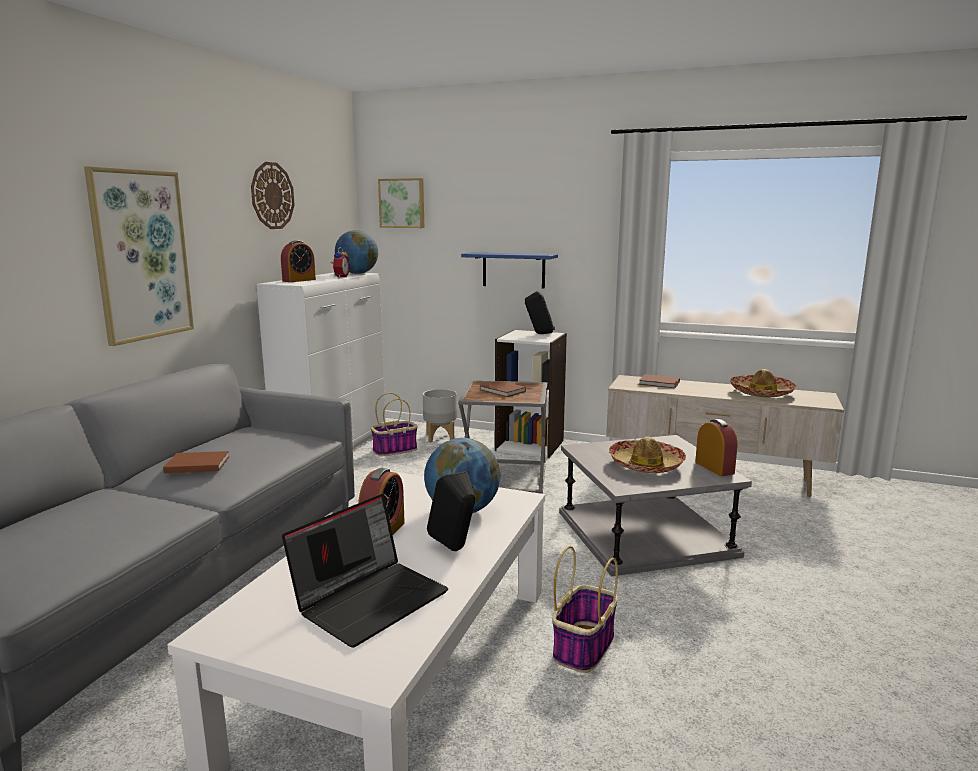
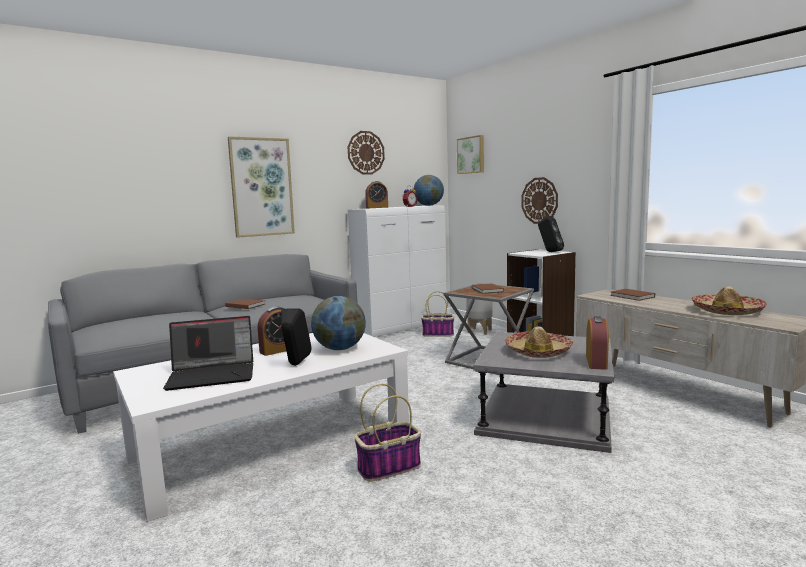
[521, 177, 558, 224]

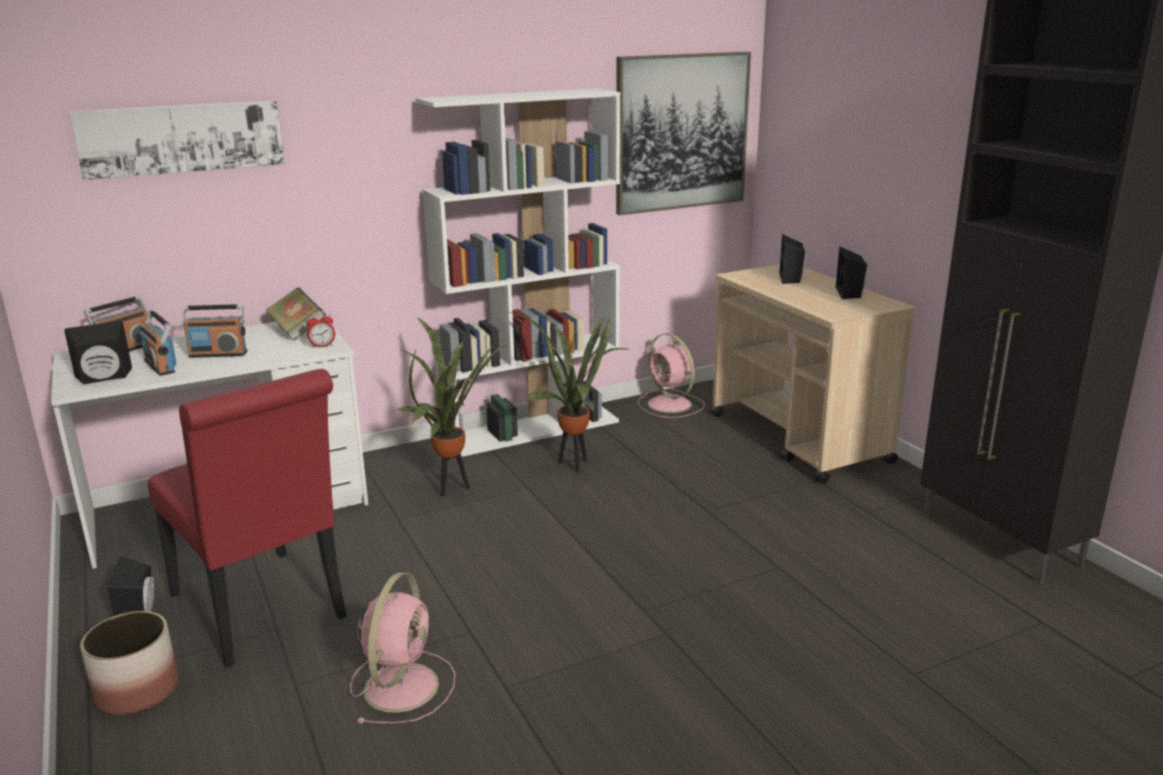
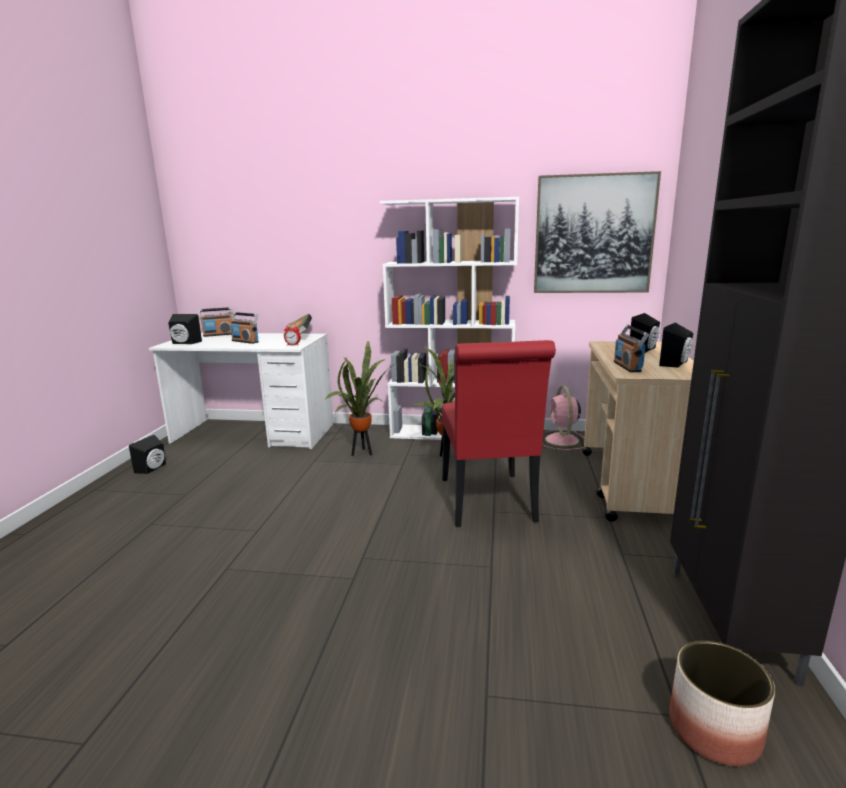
[69, 101, 285, 180] (first image)
[669, 641, 775, 766]
[614, 325, 649, 372]
[442, 340, 556, 527]
[350, 572, 456, 724] (first image)

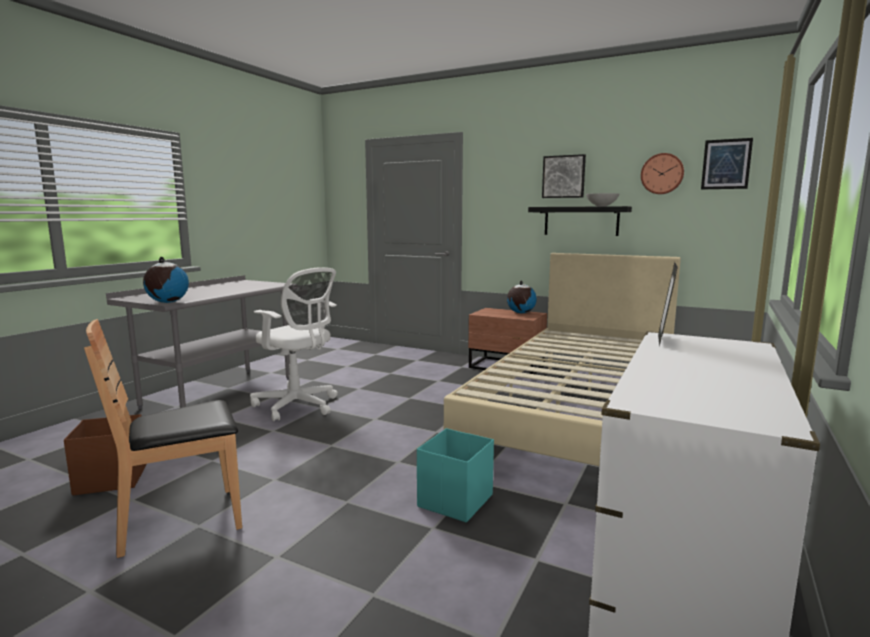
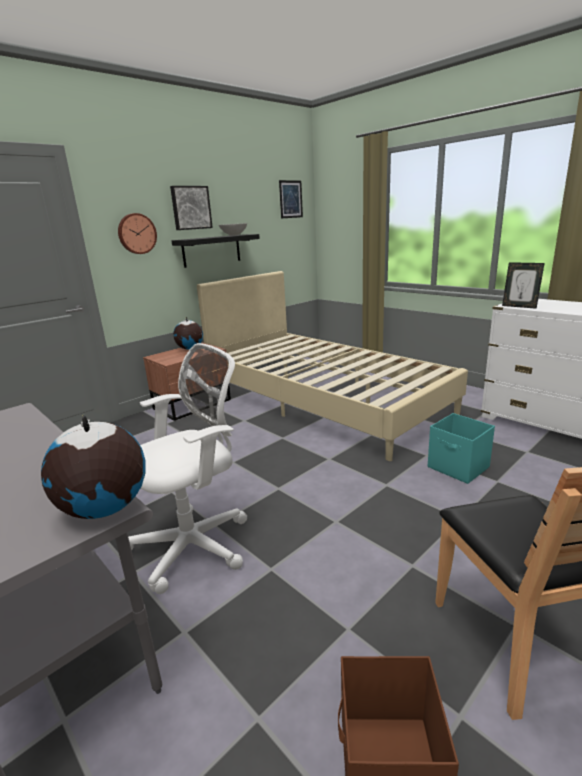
[118, 213, 157, 254]

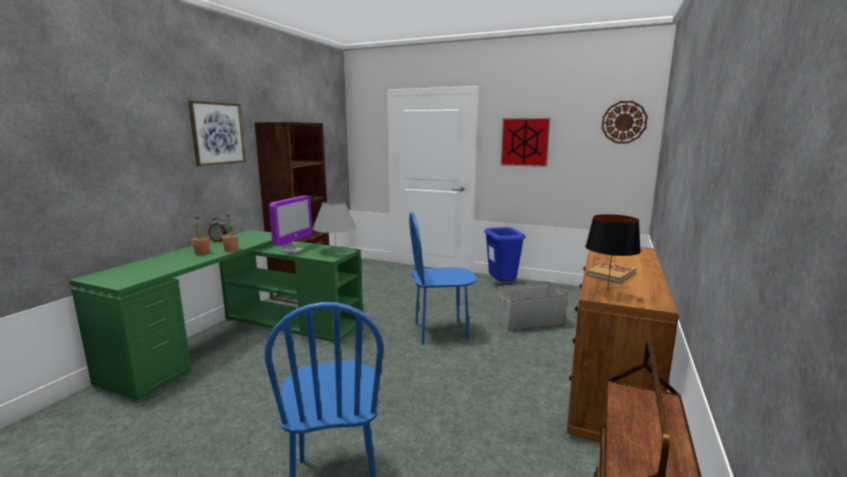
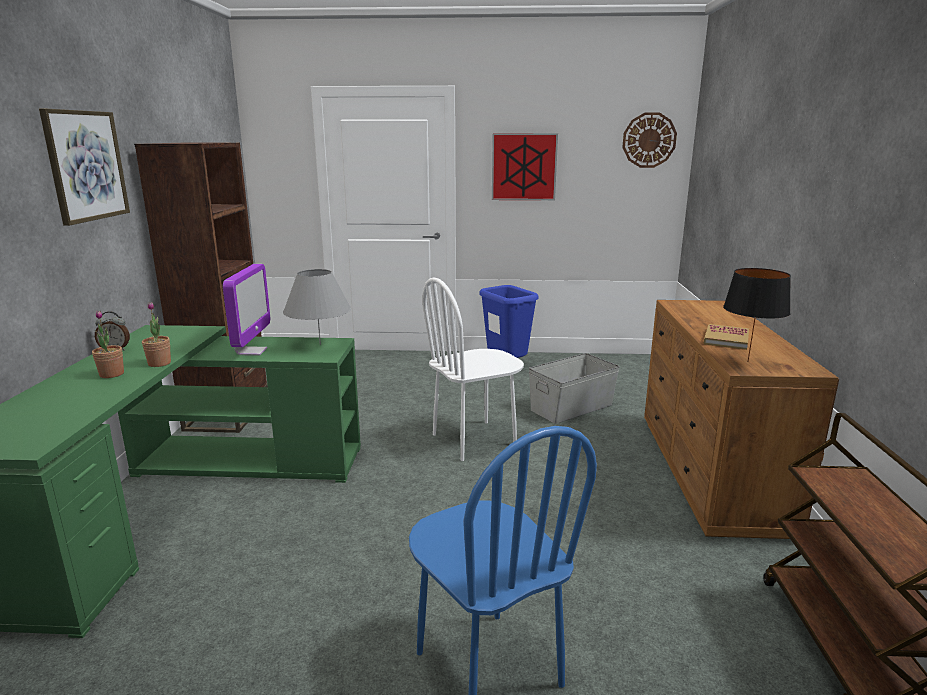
[422, 277, 524, 461]

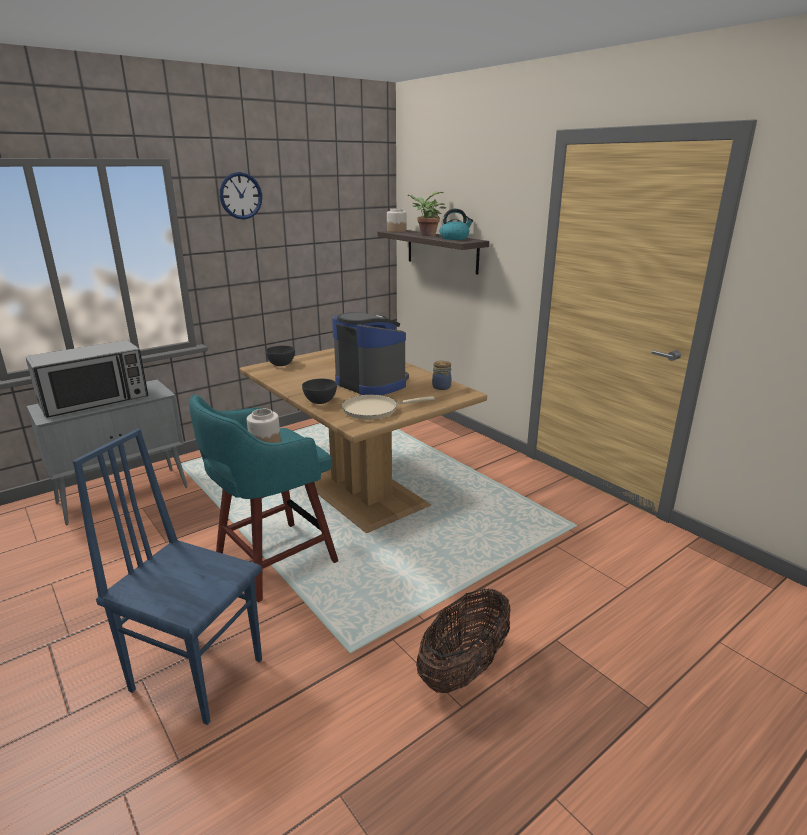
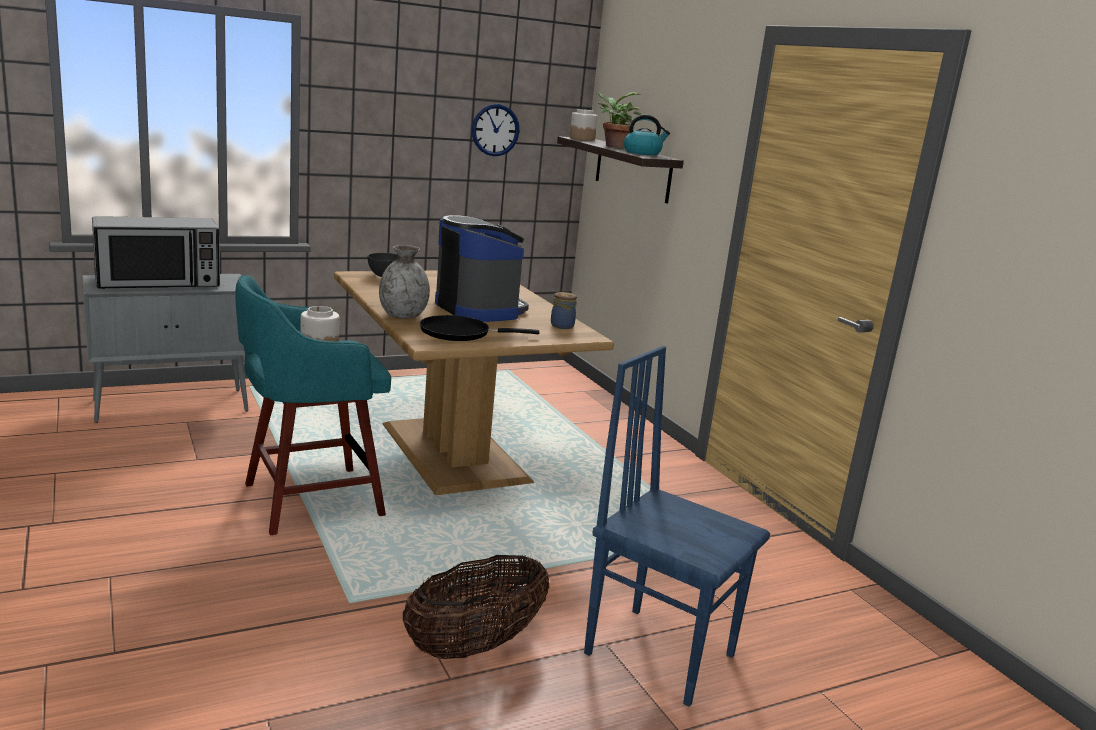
[584, 346, 770, 707]
[472, 104, 519, 156]
[379, 245, 430, 319]
[420, 315, 540, 341]

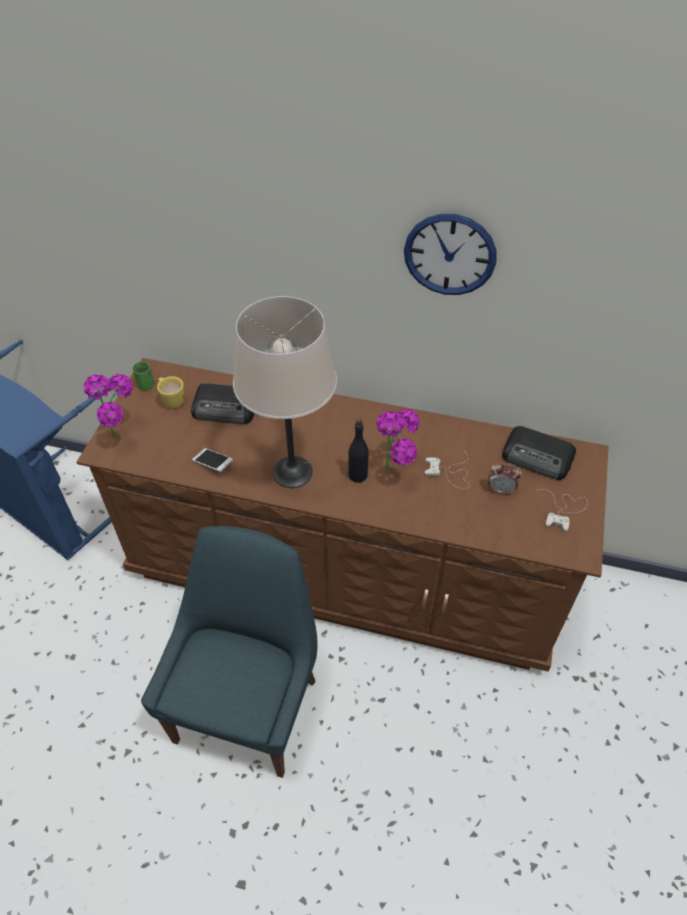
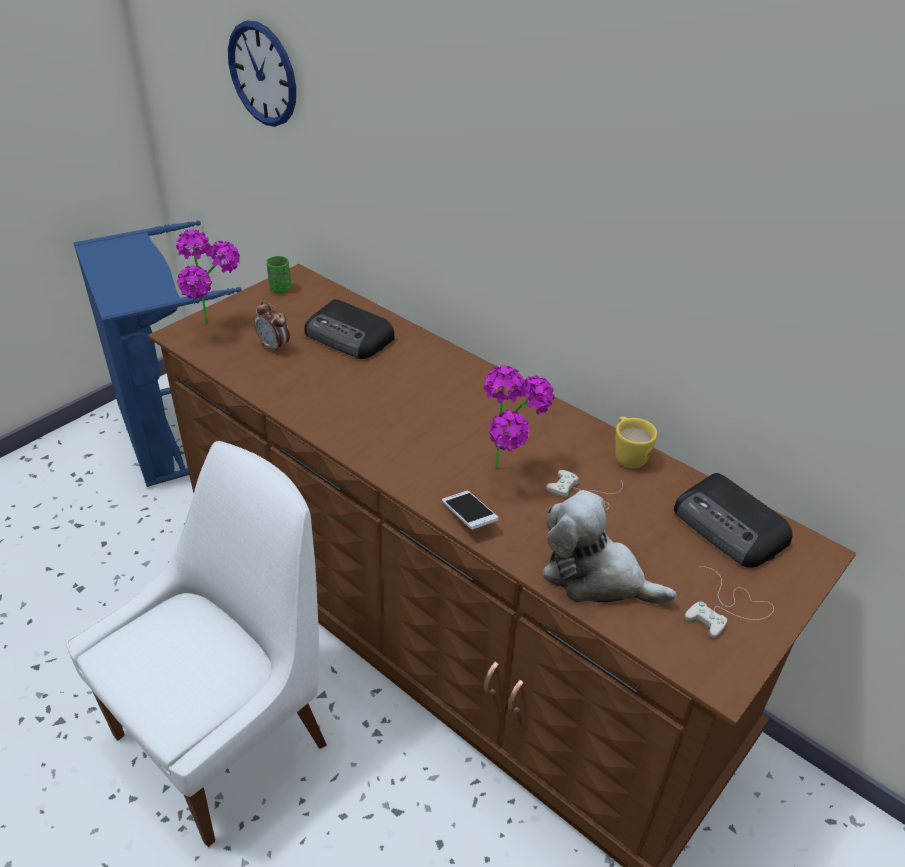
[66, 441, 327, 847]
[615, 417, 657, 468]
[442, 491, 499, 530]
[233, 296, 337, 488] (first image)
[348, 418, 369, 483] (first image)
[228, 21, 296, 127]
[255, 301, 290, 354]
[542, 490, 677, 605]

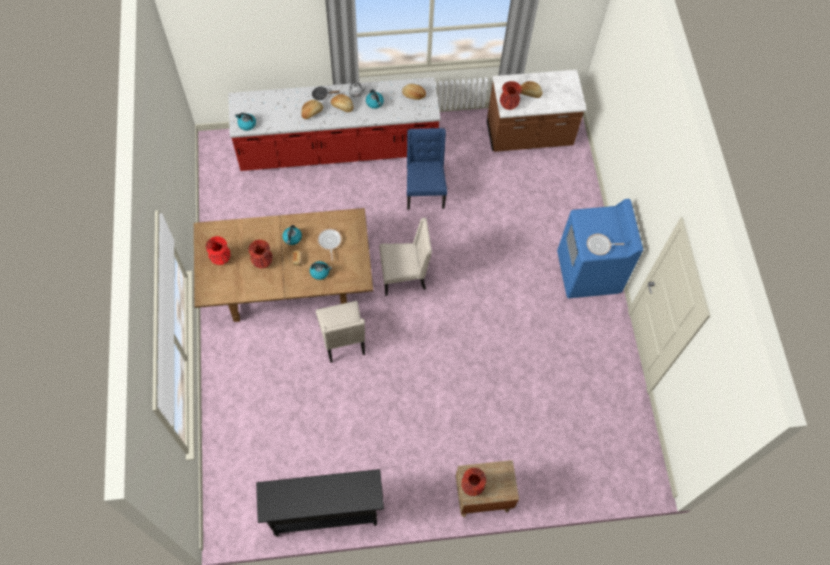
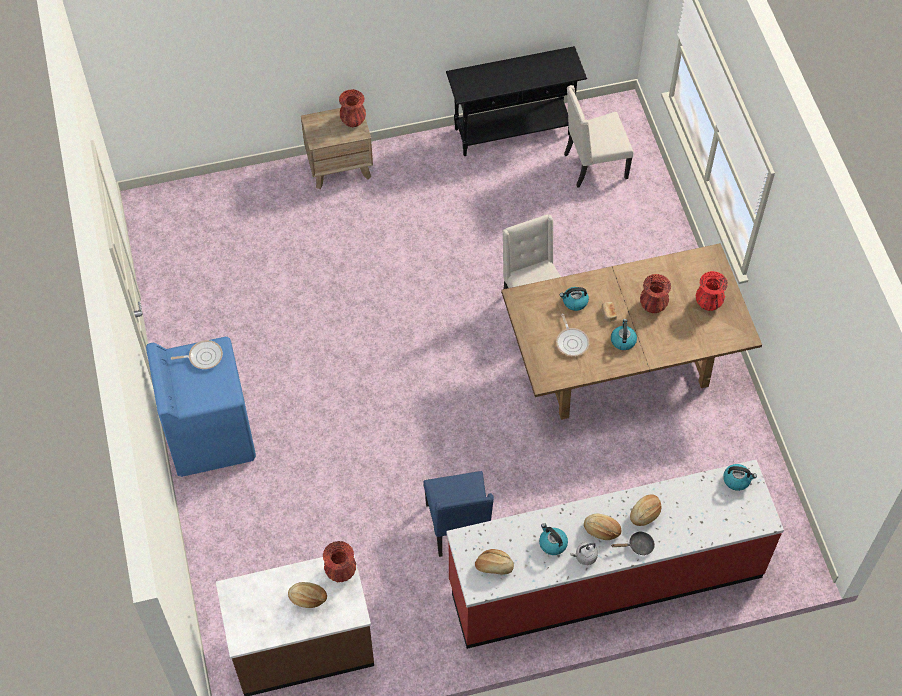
[564, 85, 634, 188]

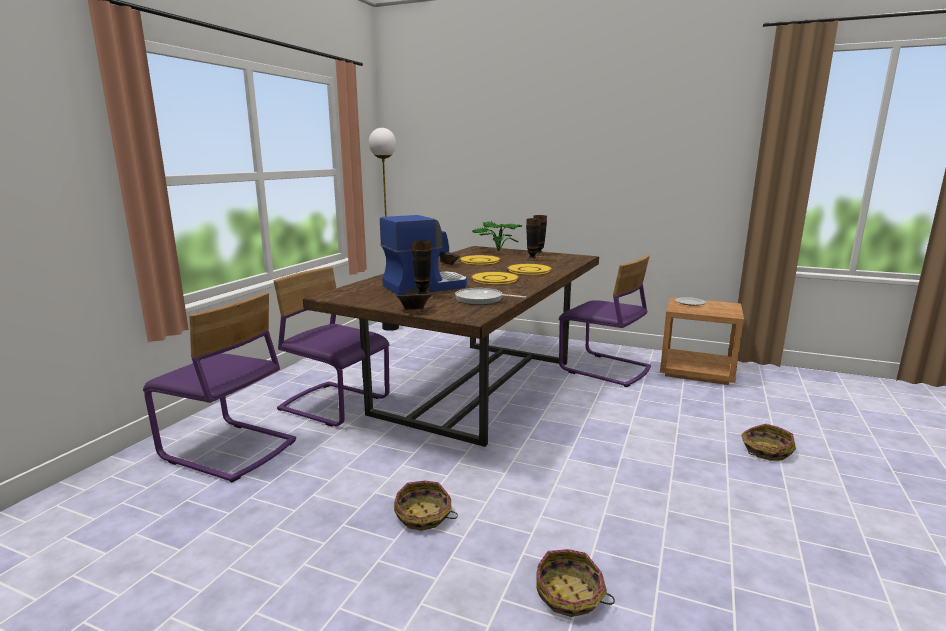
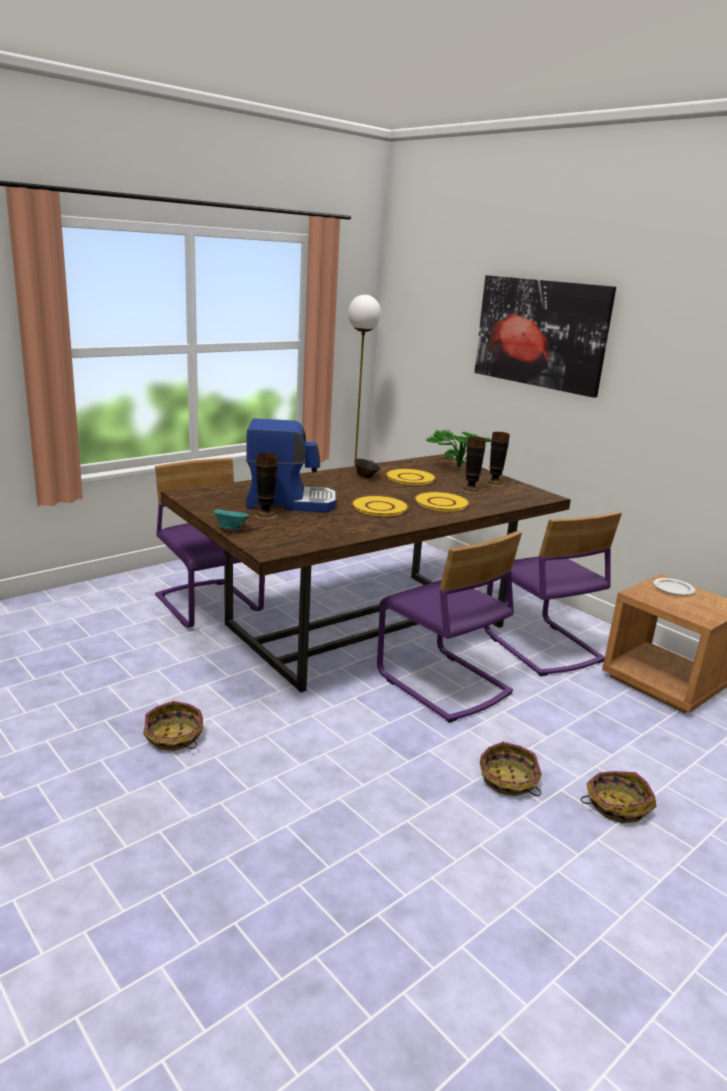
[377, 531, 522, 723]
[214, 509, 250, 530]
[455, 288, 526, 305] (first image)
[480, 742, 542, 796]
[474, 275, 616, 398]

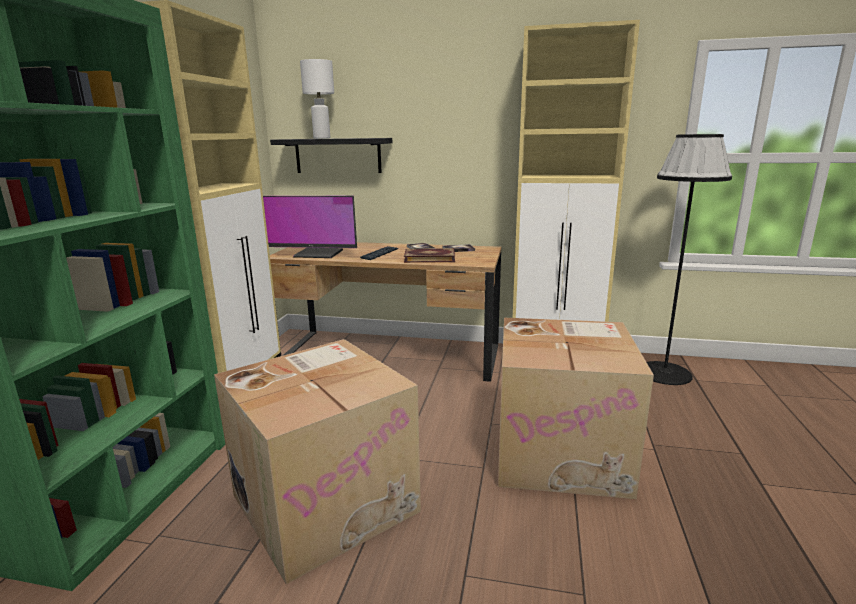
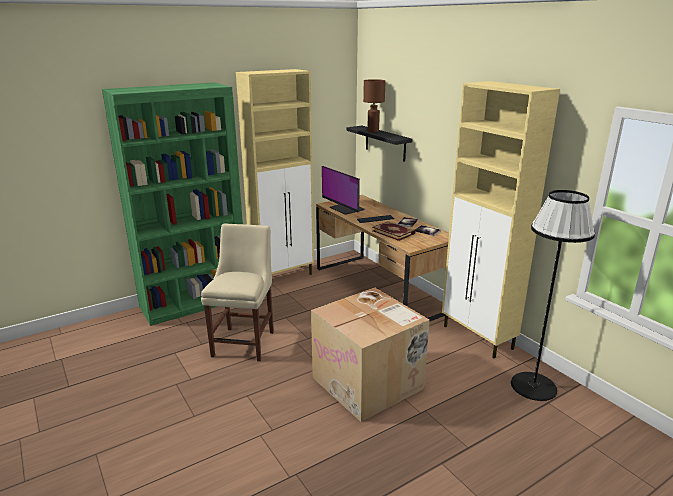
[201, 223, 274, 361]
[363, 79, 386, 132]

